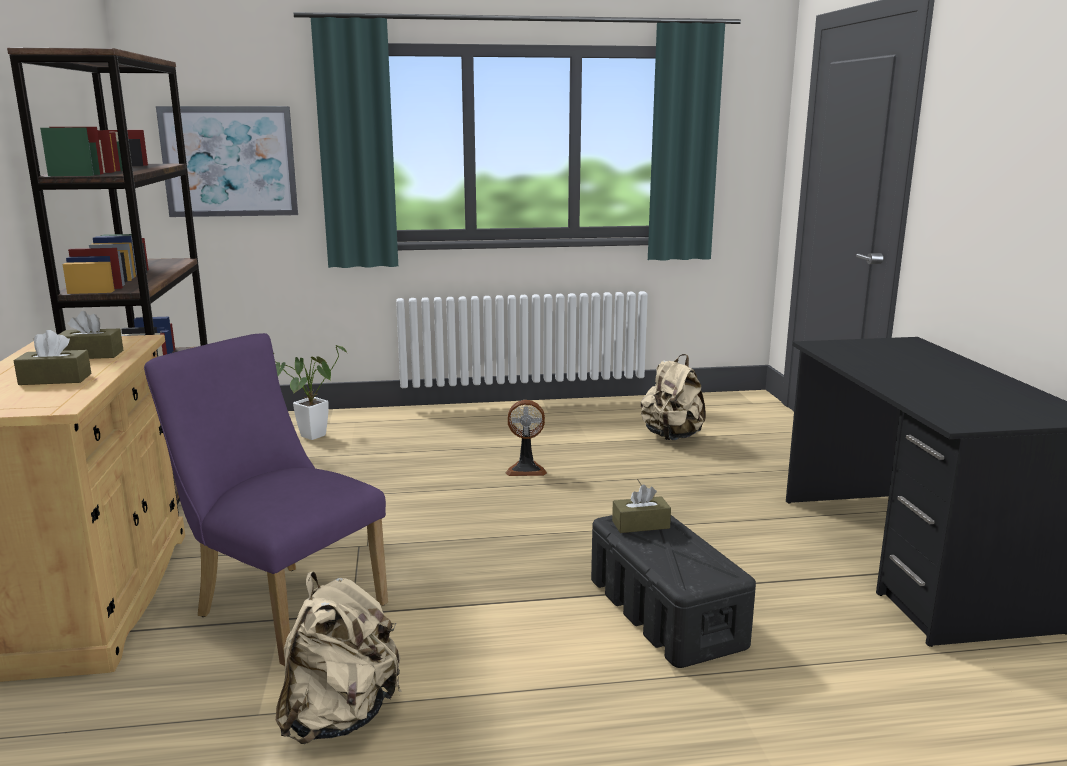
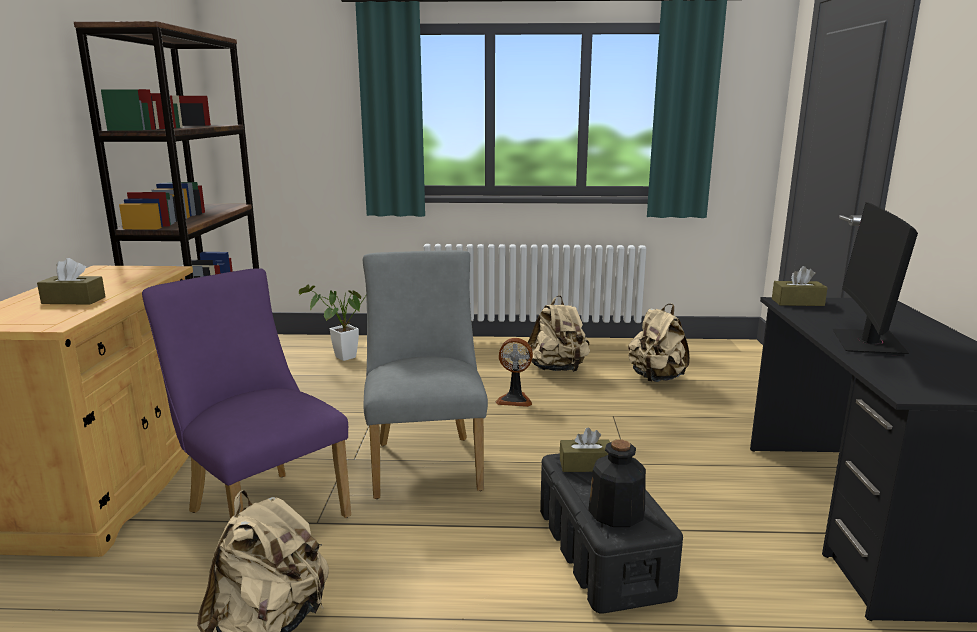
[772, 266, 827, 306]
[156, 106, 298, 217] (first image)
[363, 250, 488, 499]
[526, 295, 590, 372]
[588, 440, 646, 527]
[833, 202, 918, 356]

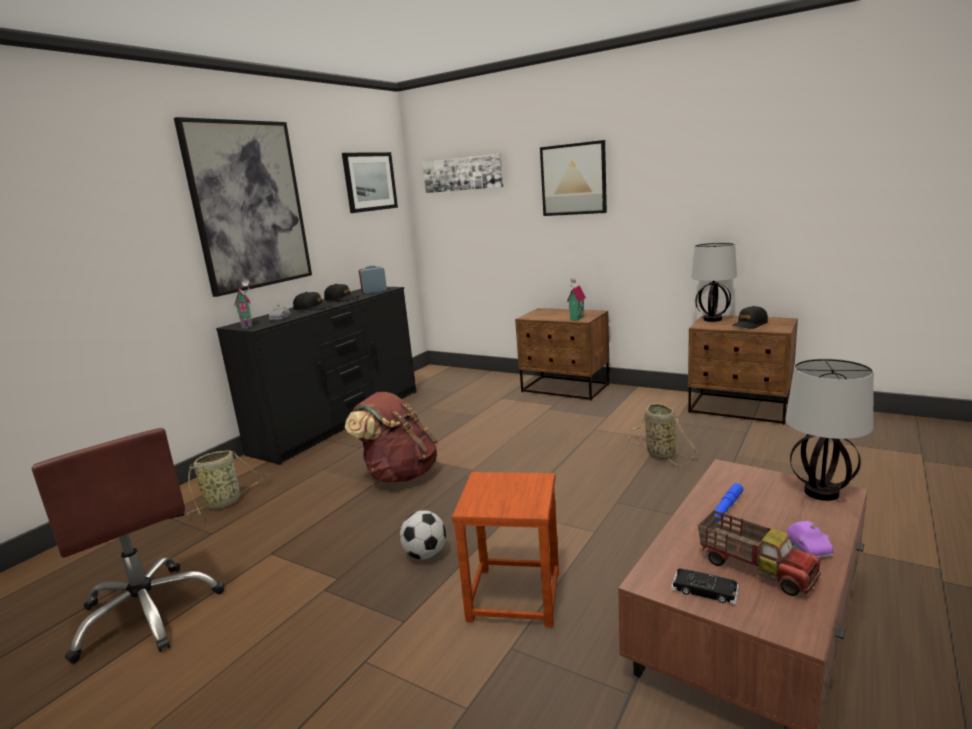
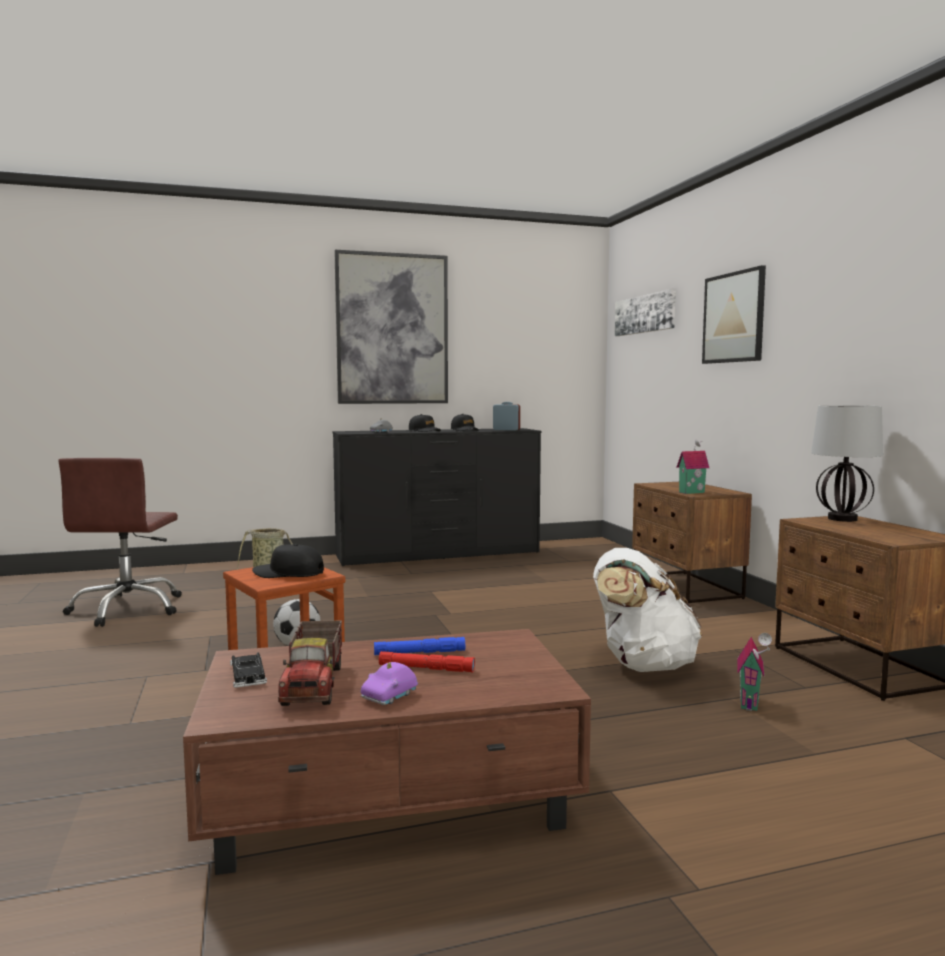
[738, 633, 772, 711]
[342, 152, 398, 213] (first image)
[345, 392, 438, 482] (first image)
[593, 548, 702, 672]
[252, 544, 324, 578]
[785, 358, 874, 501] (first image)
[379, 651, 475, 672]

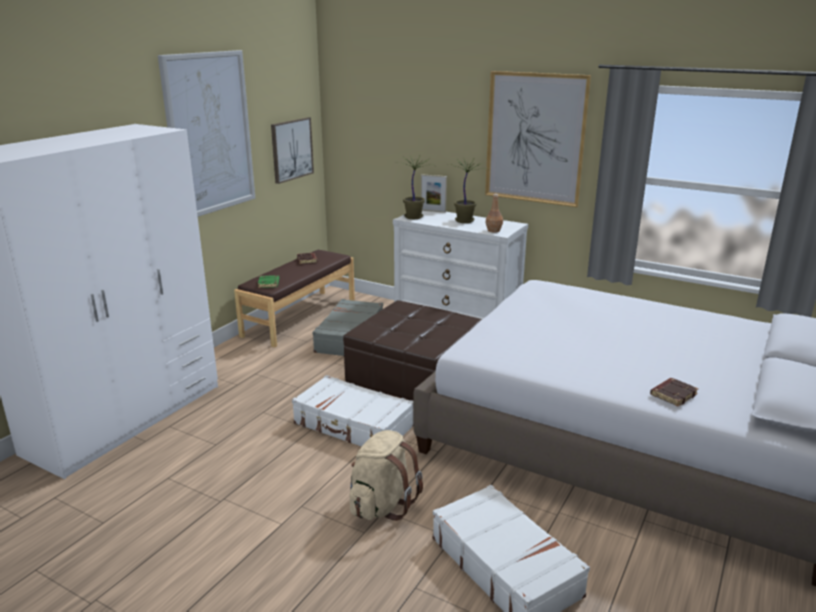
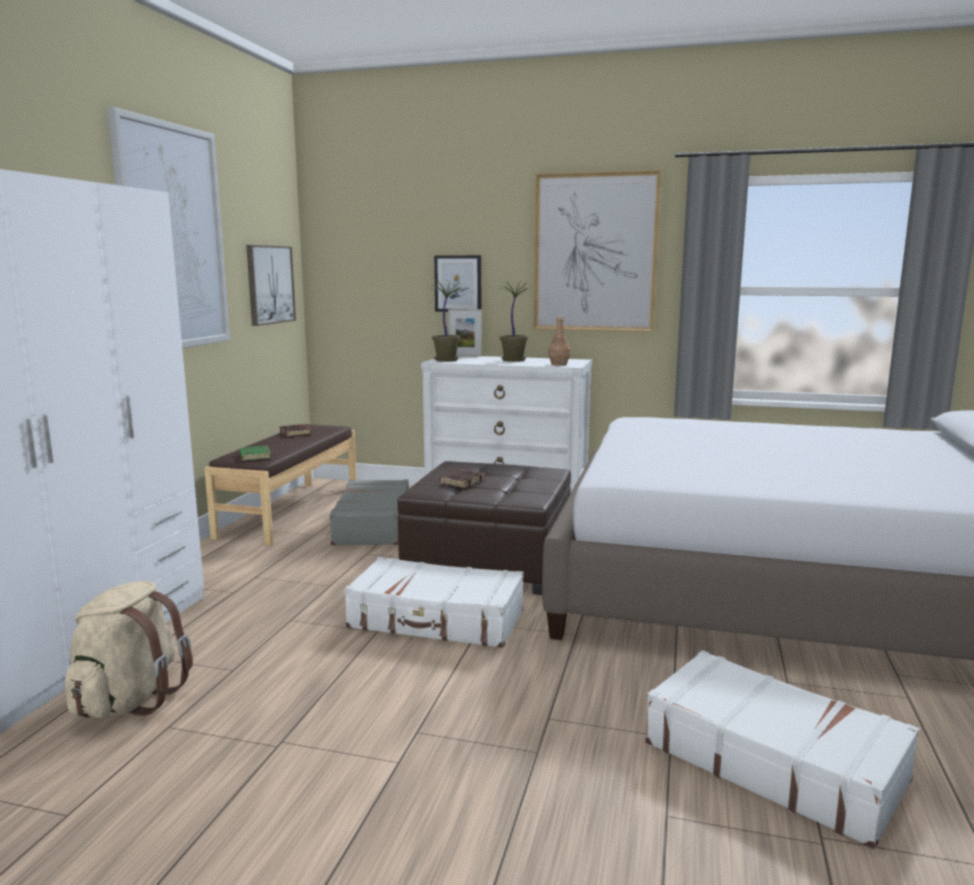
[65, 581, 193, 718]
[439, 469, 486, 488]
[434, 255, 481, 312]

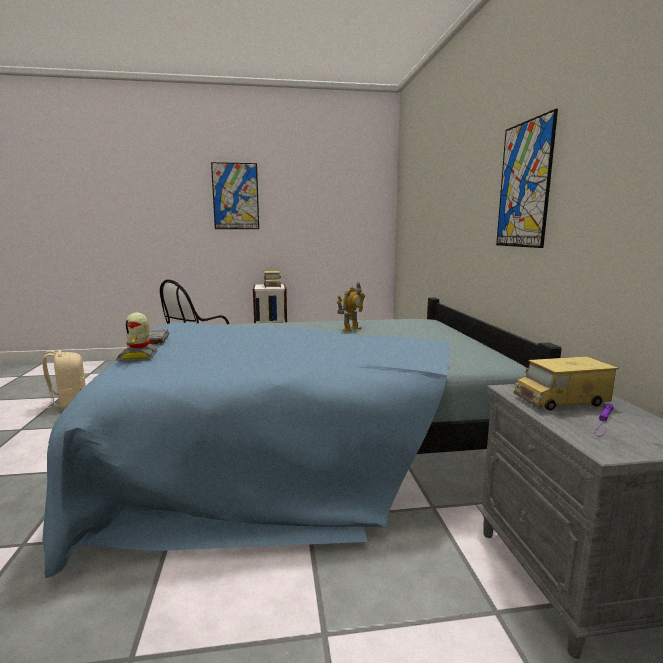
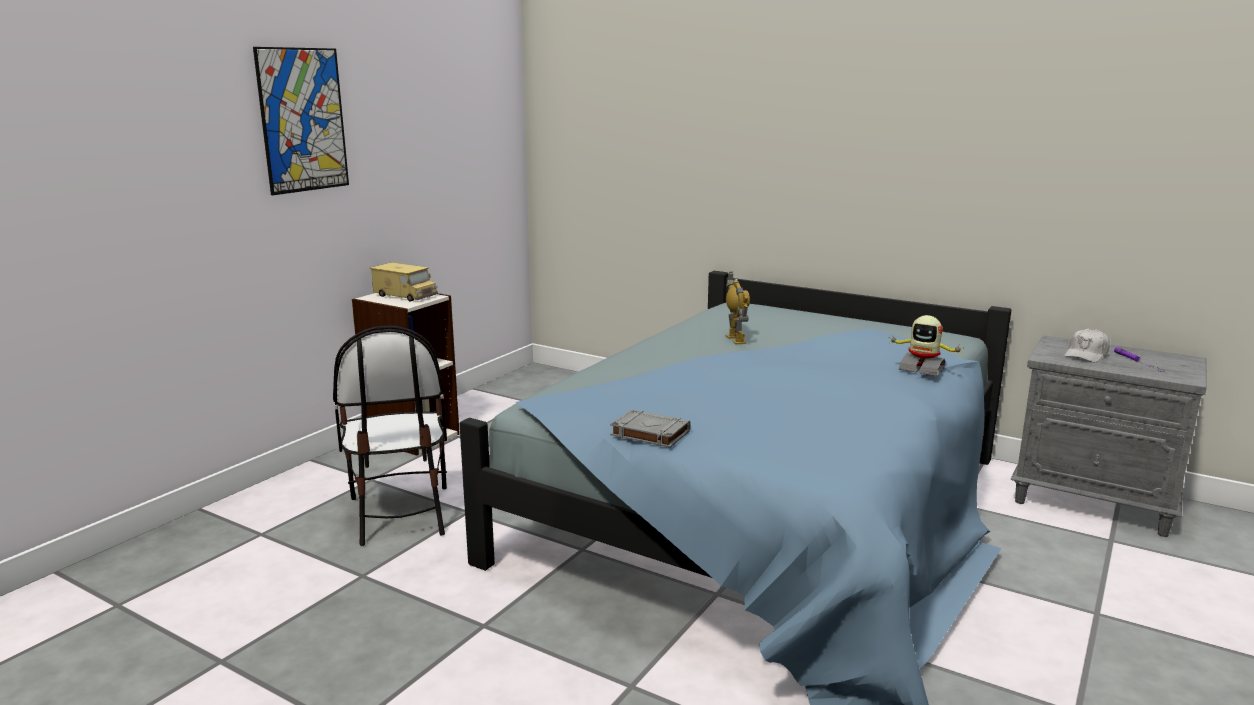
[41, 350, 86, 410] (first image)
[888, 315, 964, 376]
[496, 109, 558, 248] (first image)
[1064, 328, 1110, 363]

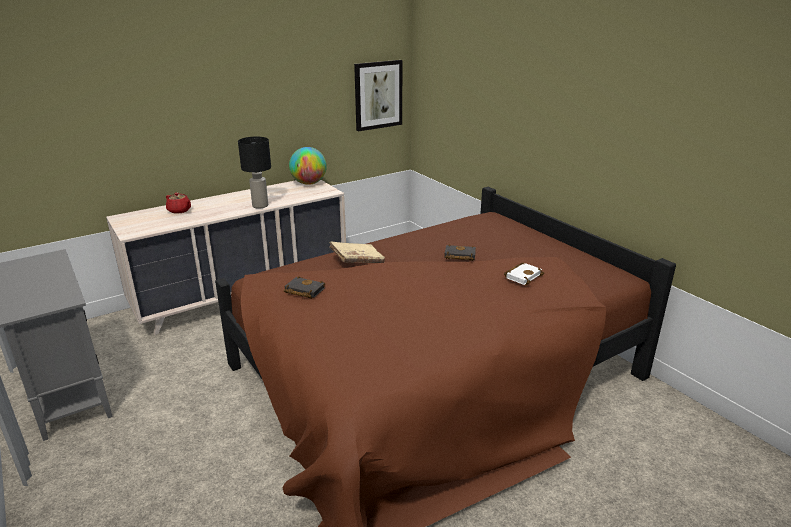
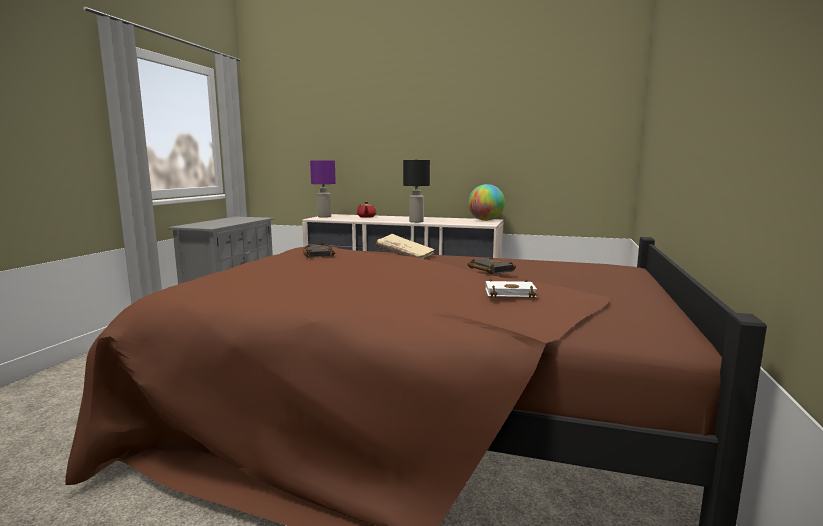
[354, 60, 403, 131] (first image)
[310, 160, 336, 218]

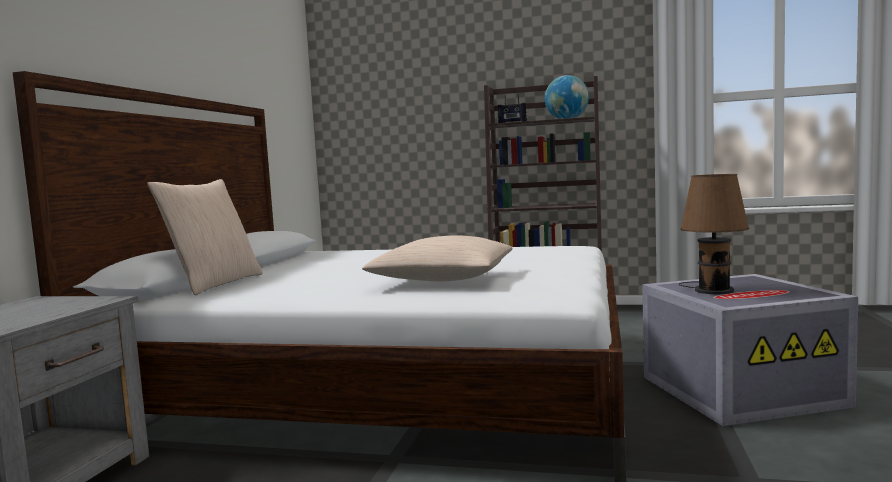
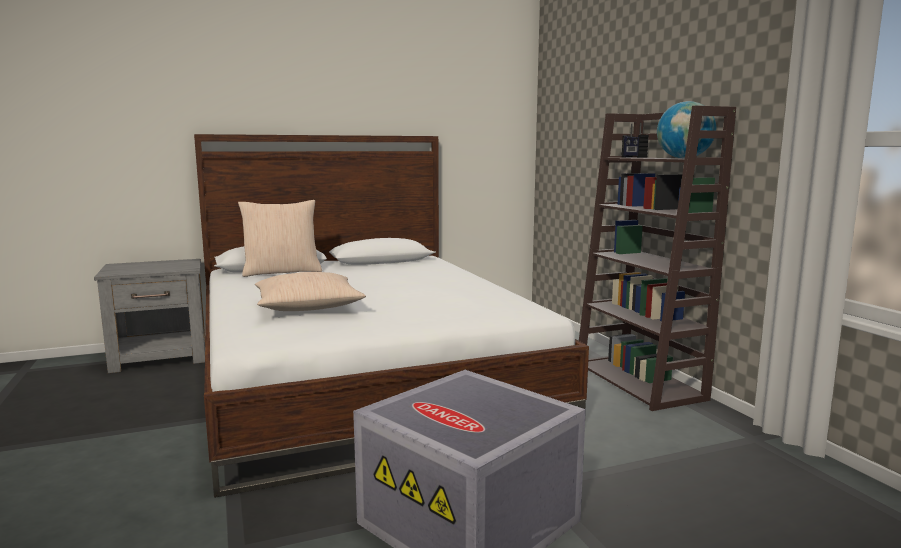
[679, 174, 749, 294] (first image)

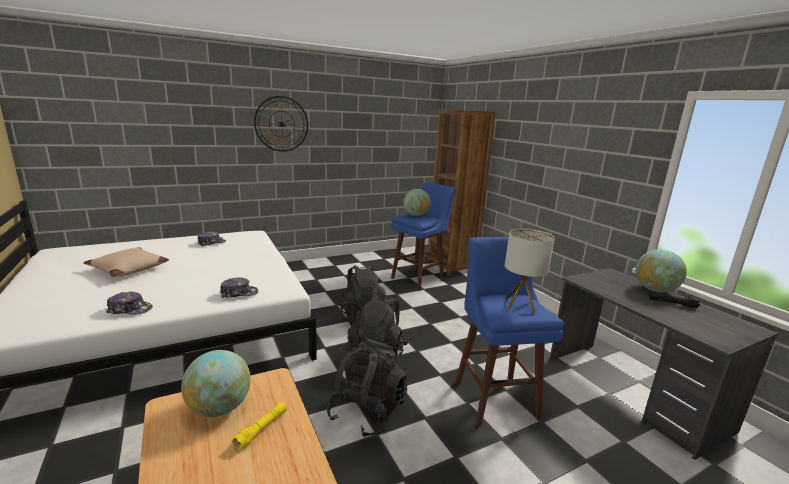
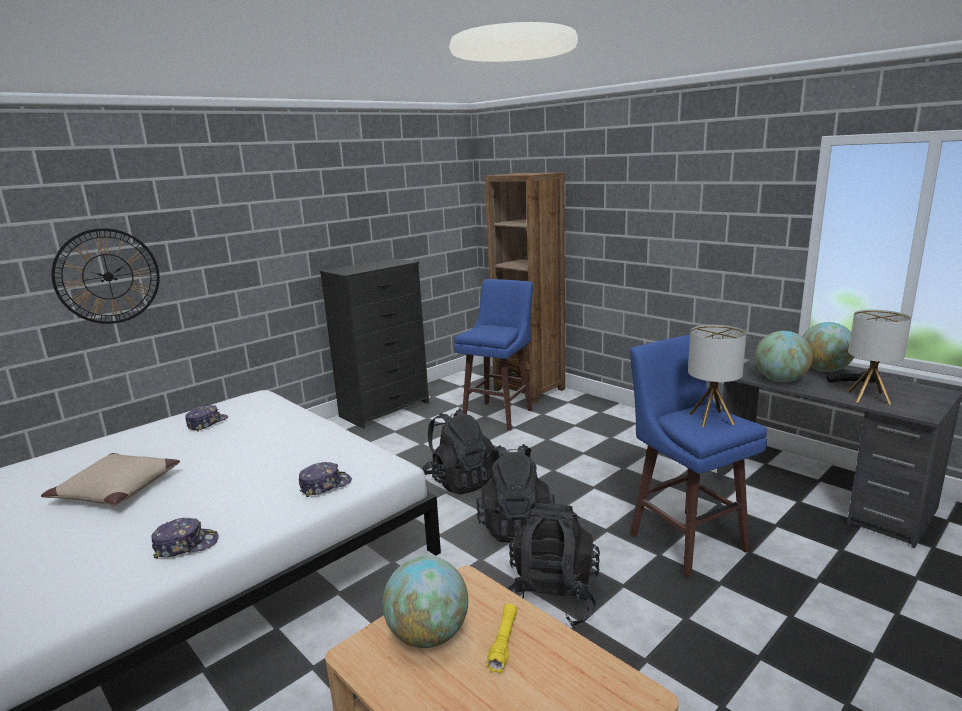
[51, 228, 160, 324]
[755, 331, 813, 382]
[320, 258, 429, 429]
[848, 310, 911, 405]

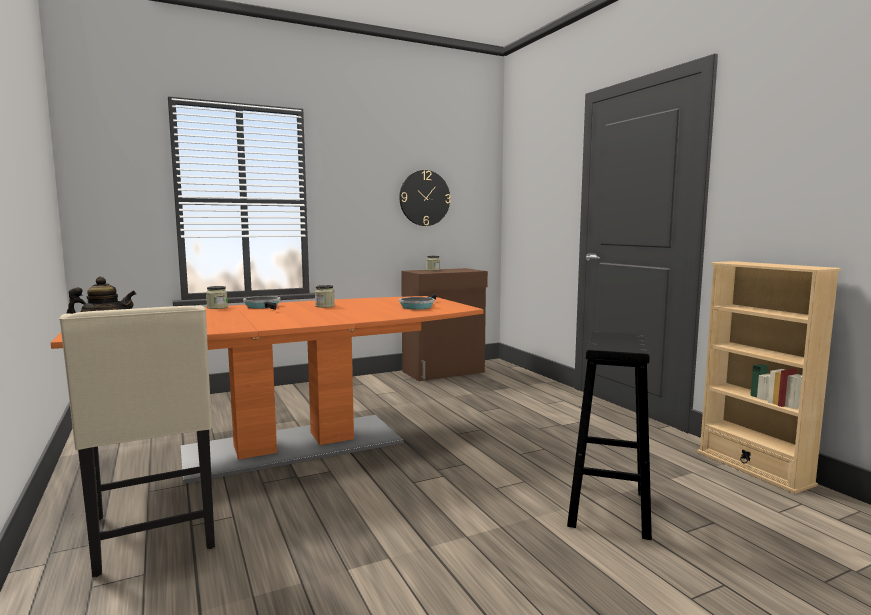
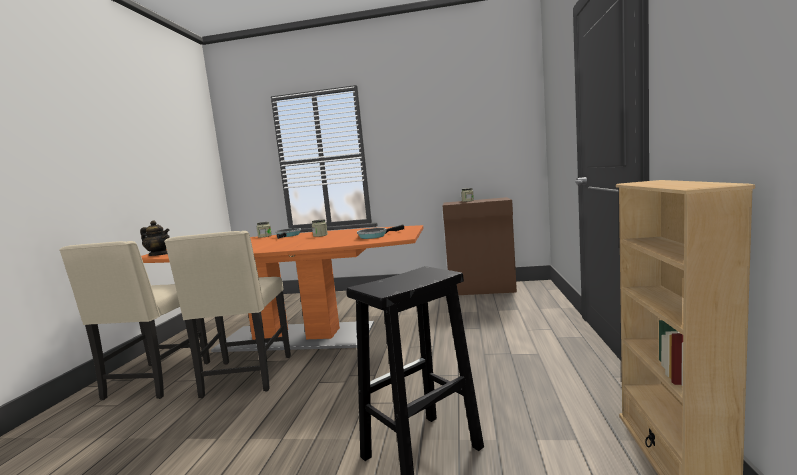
[399, 170, 451, 226] (first image)
[164, 231, 291, 398]

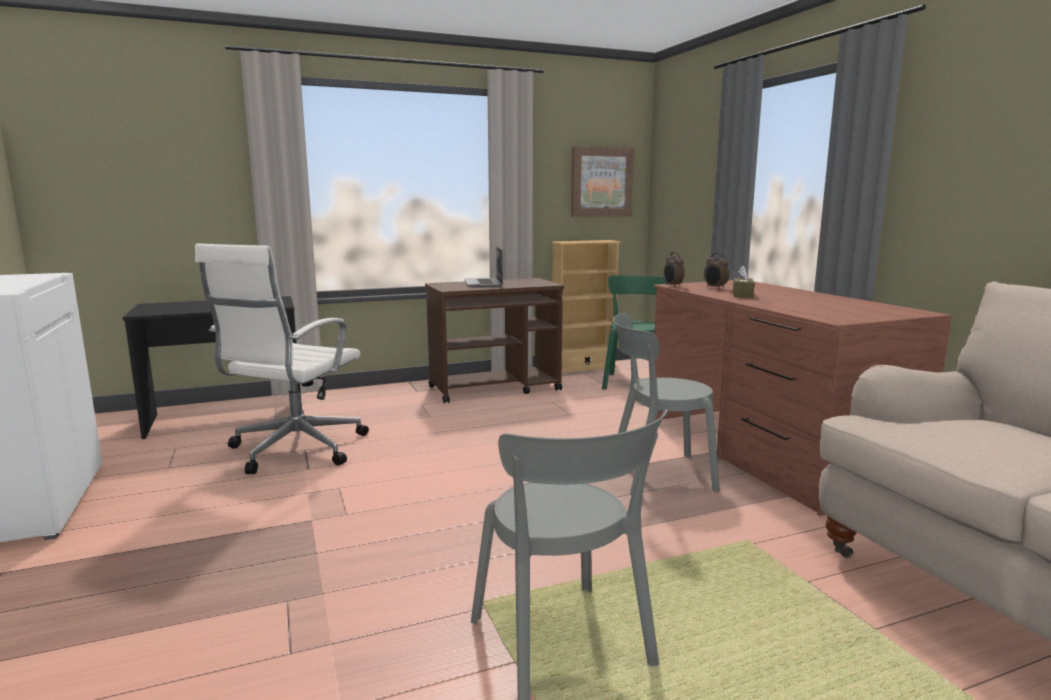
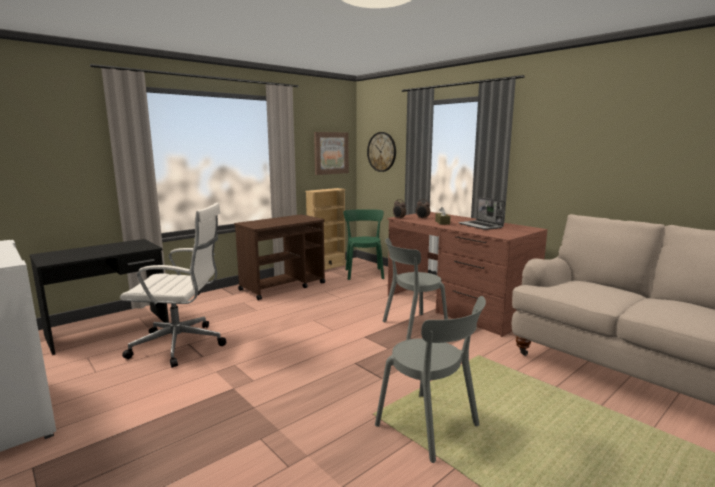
[120, 203, 226, 368]
[458, 197, 505, 230]
[367, 132, 396, 172]

